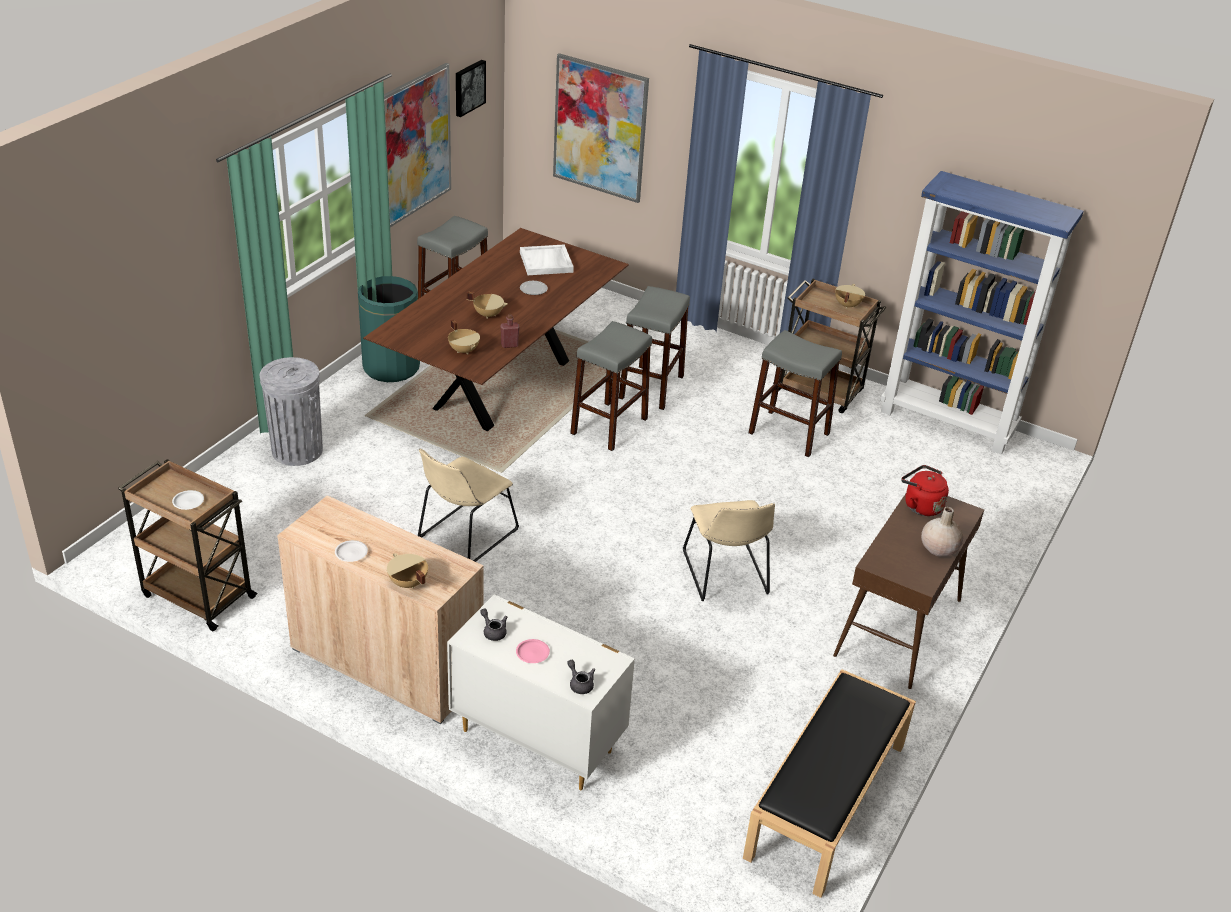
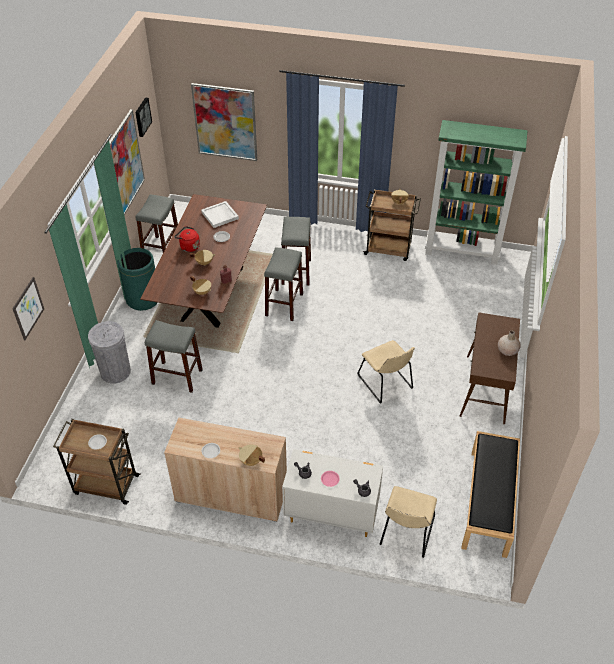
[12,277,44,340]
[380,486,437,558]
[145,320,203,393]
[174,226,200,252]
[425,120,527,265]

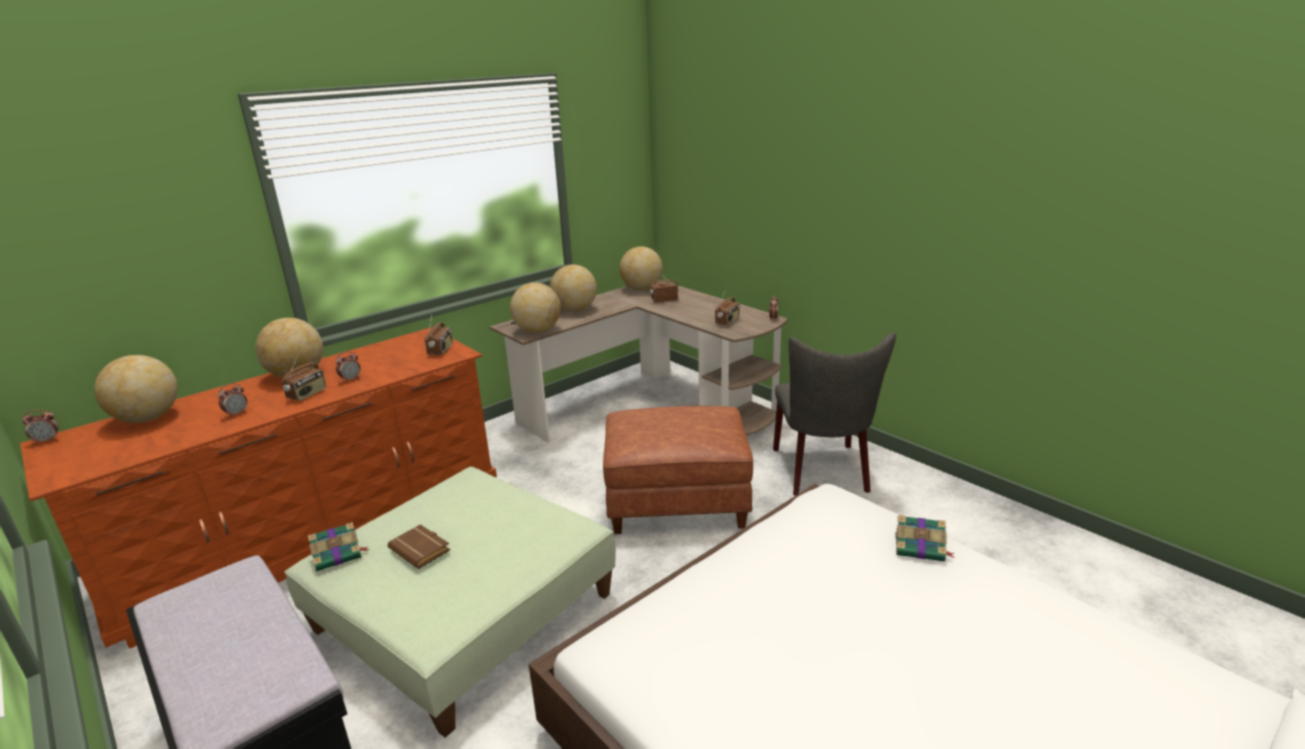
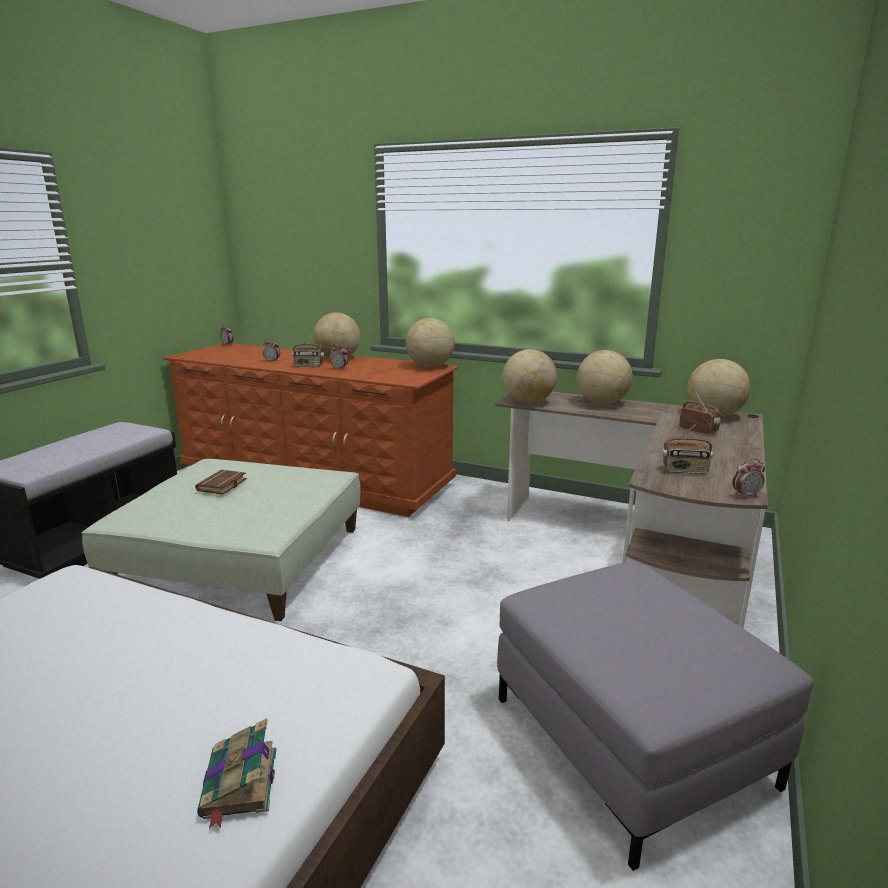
[308,522,369,572] (first image)
[425,314,453,355] (first image)
[603,406,753,534] (first image)
[406,318,454,368]
[497,561,814,871]

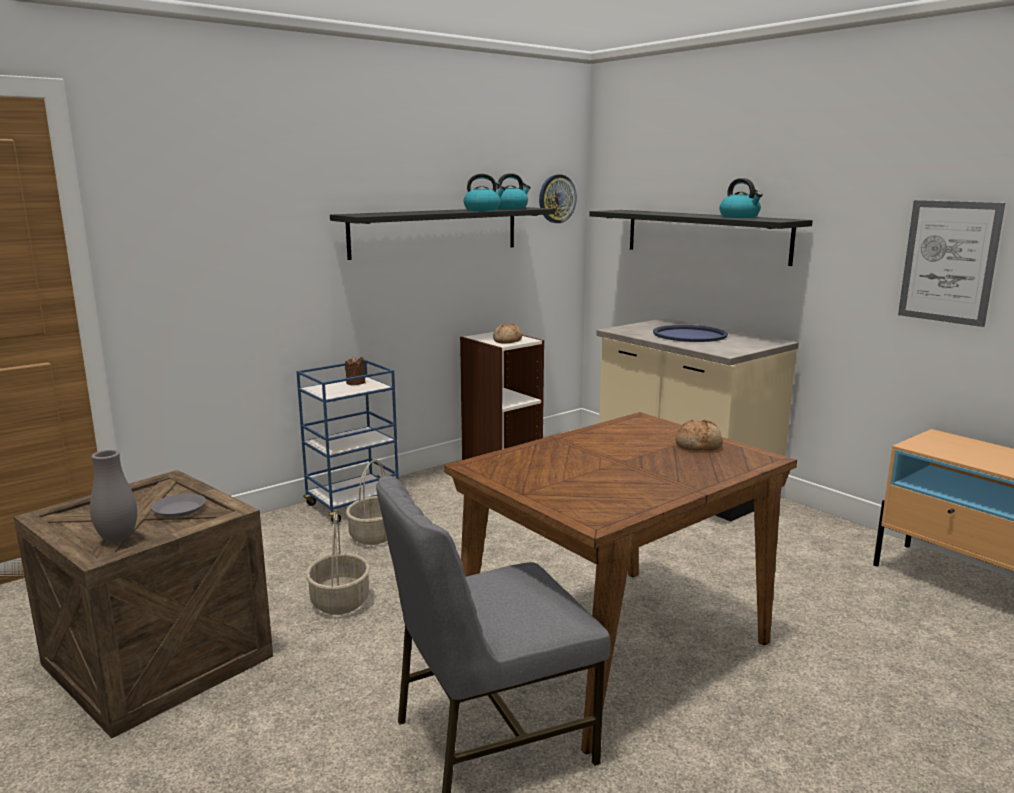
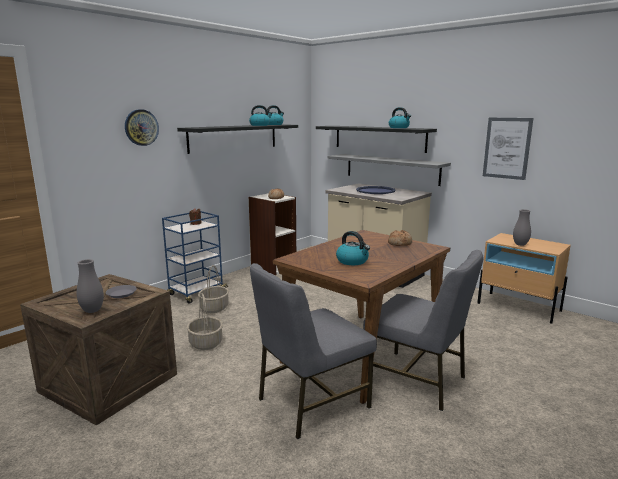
[327,154,451,186]
[336,231,370,265]
[363,250,484,411]
[513,209,531,246]
[125,109,159,146]

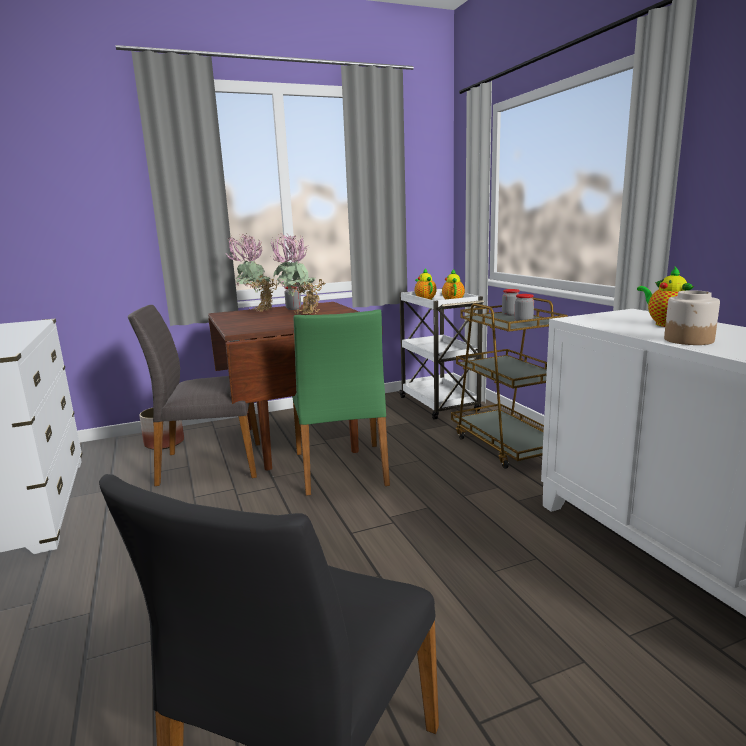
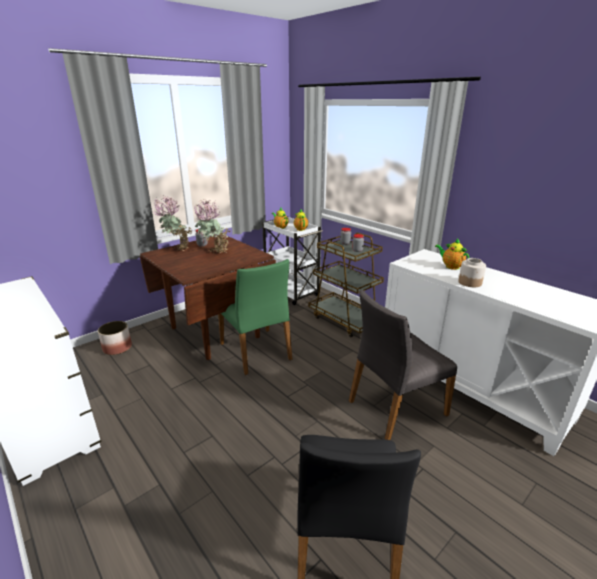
[349,290,457,440]

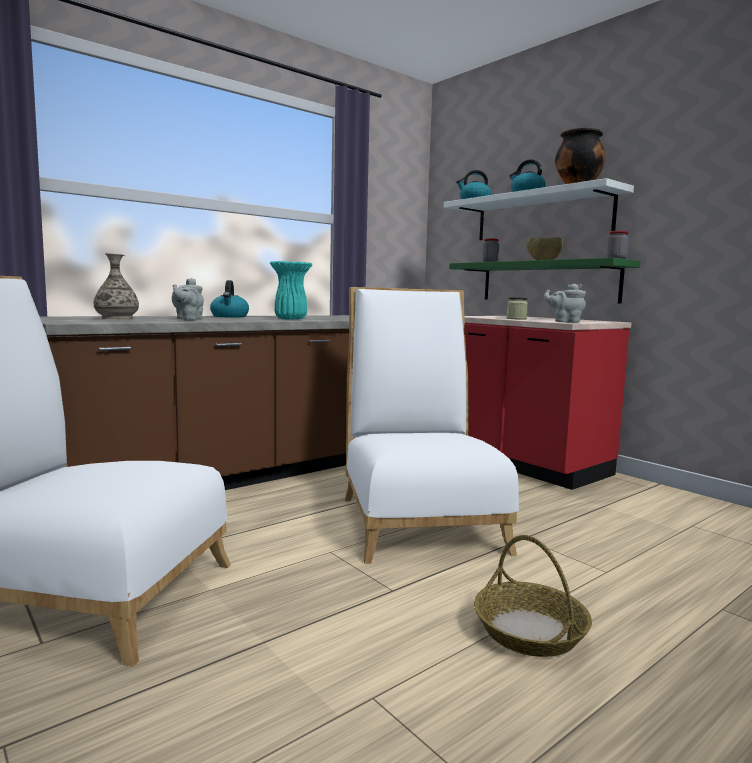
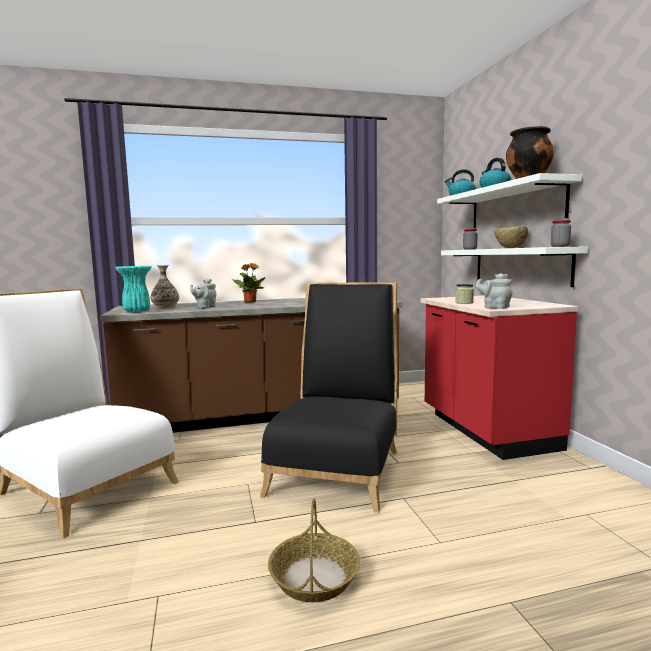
[115,266,152,312]
[232,263,266,302]
[260,282,398,513]
[441,246,588,287]

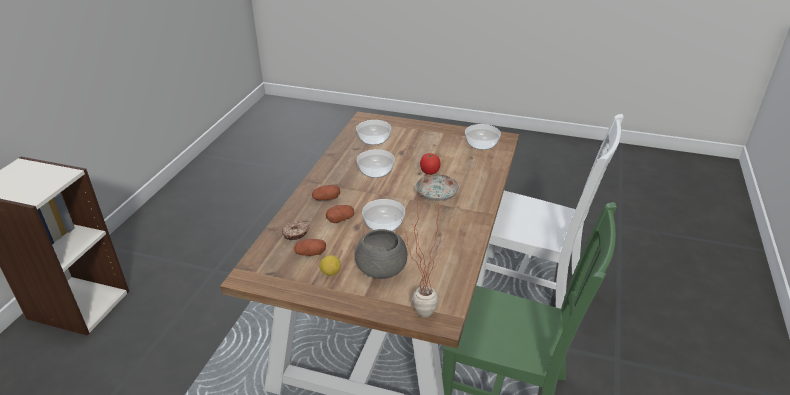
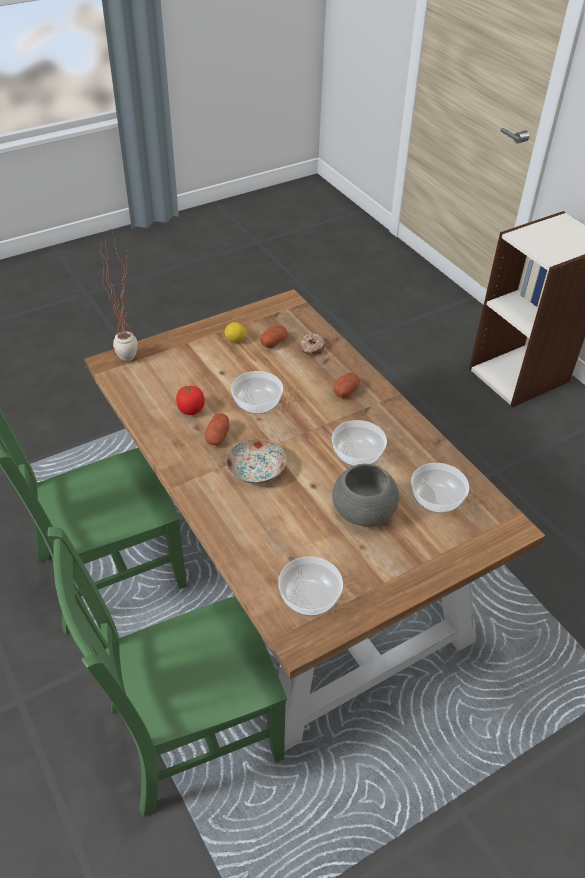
[205,413,229,445]
[332,464,400,527]
[176,385,205,415]
[47,527,287,817]

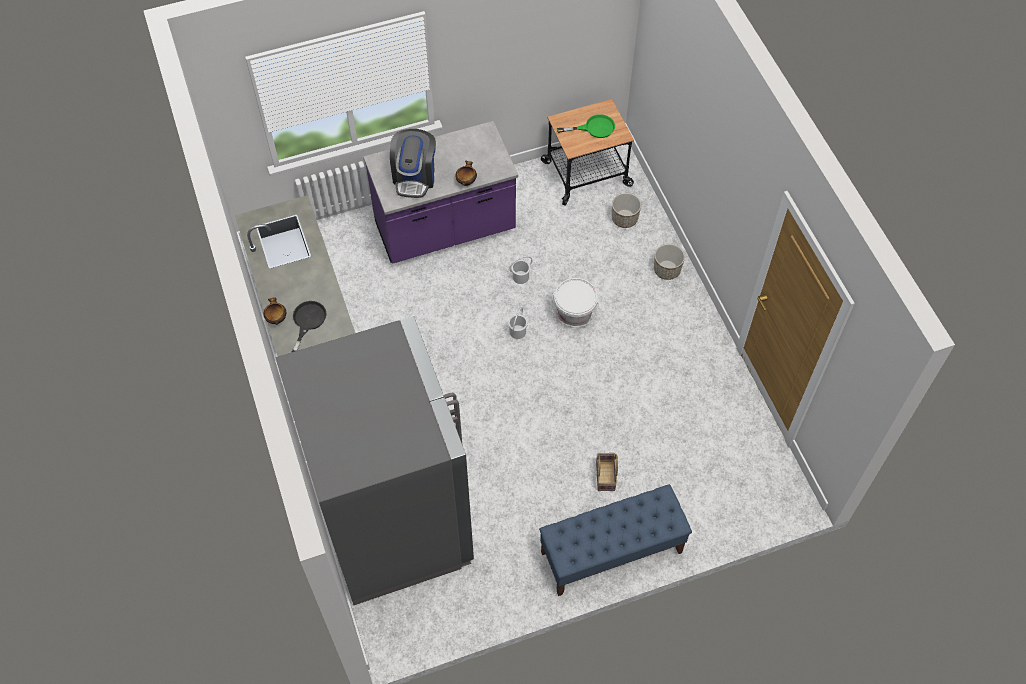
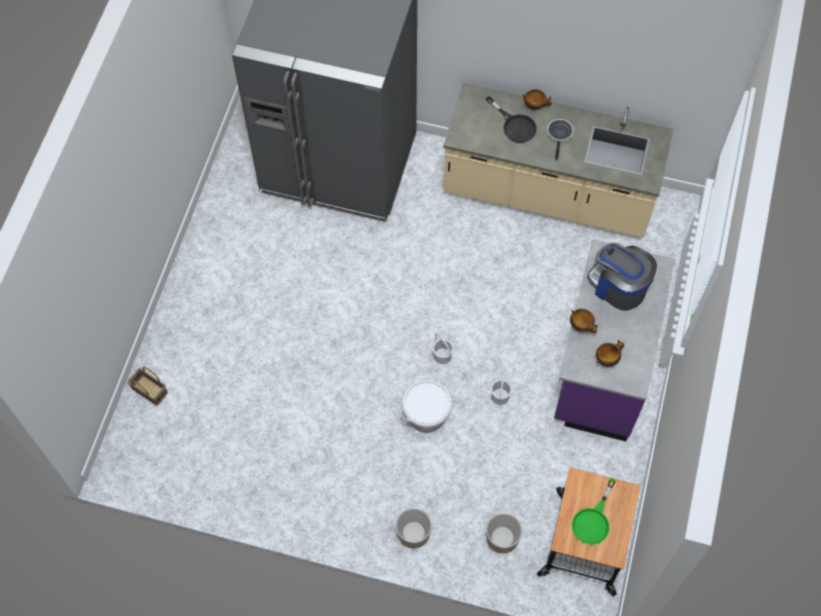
[539,484,692,596] (first image)
[547,119,574,160]
[596,340,624,367]
[127,367,168,406]

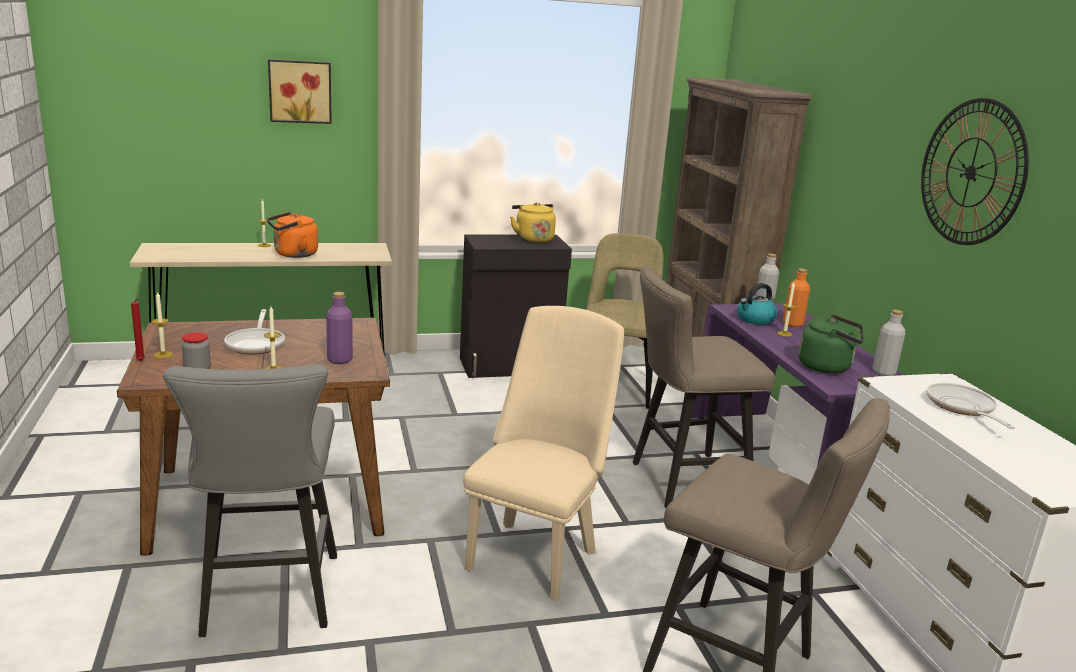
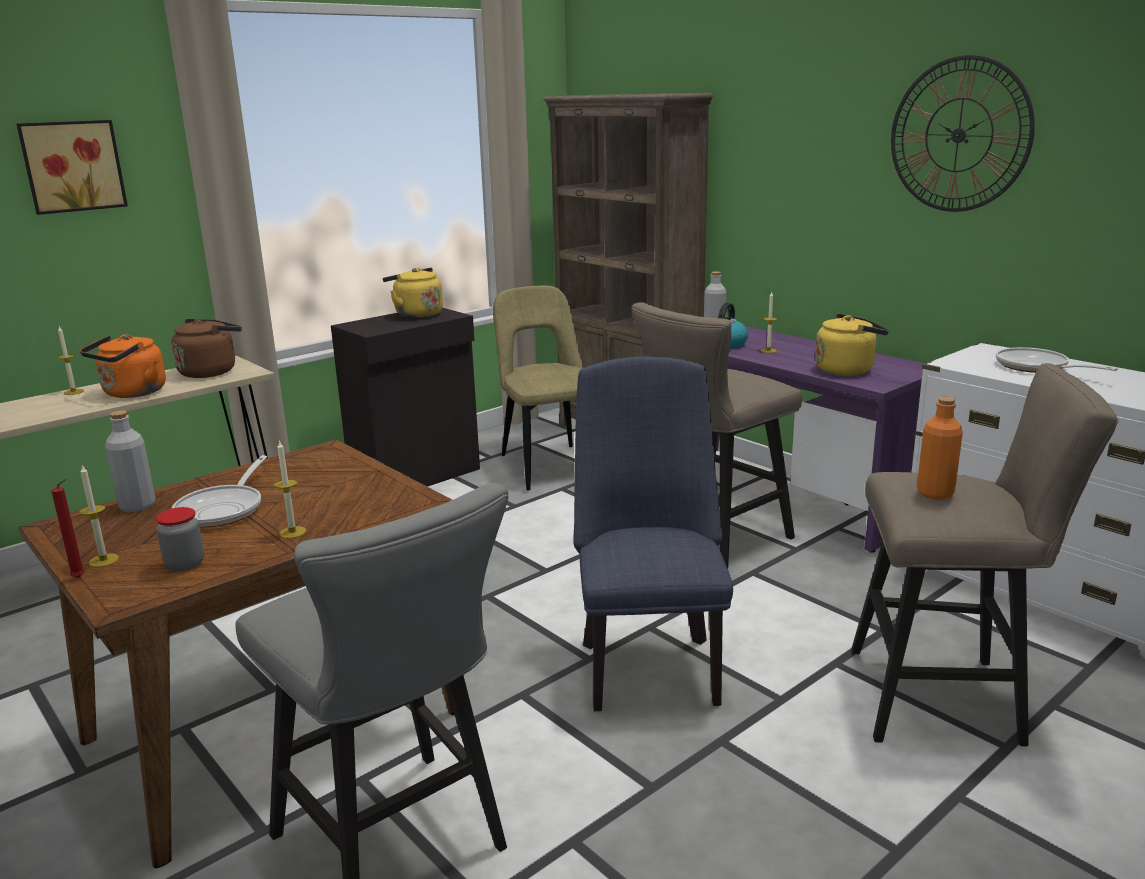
[326,292,353,364] (first image)
[171,319,242,378]
[917,397,963,500]
[105,410,156,512]
[573,356,733,711]
[815,314,889,376]
[172,455,267,527]

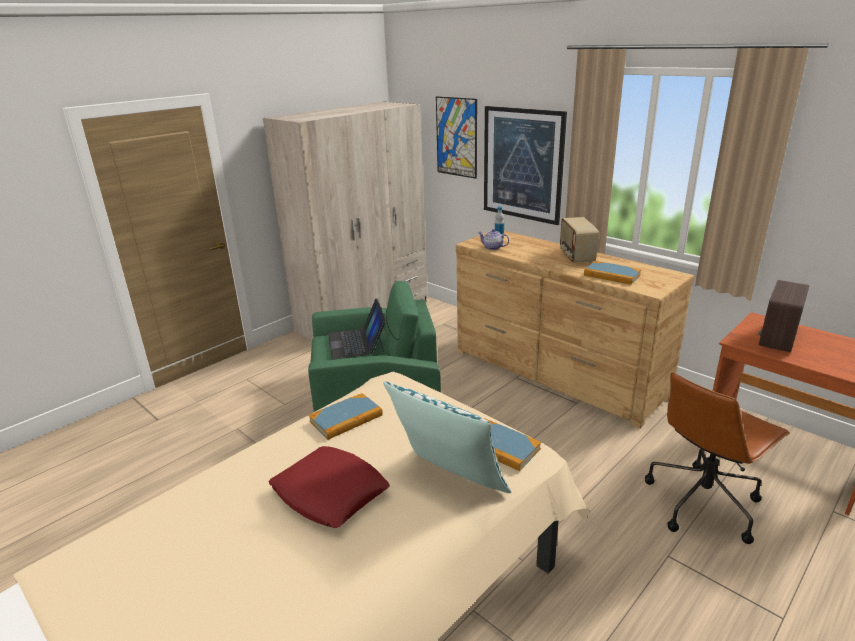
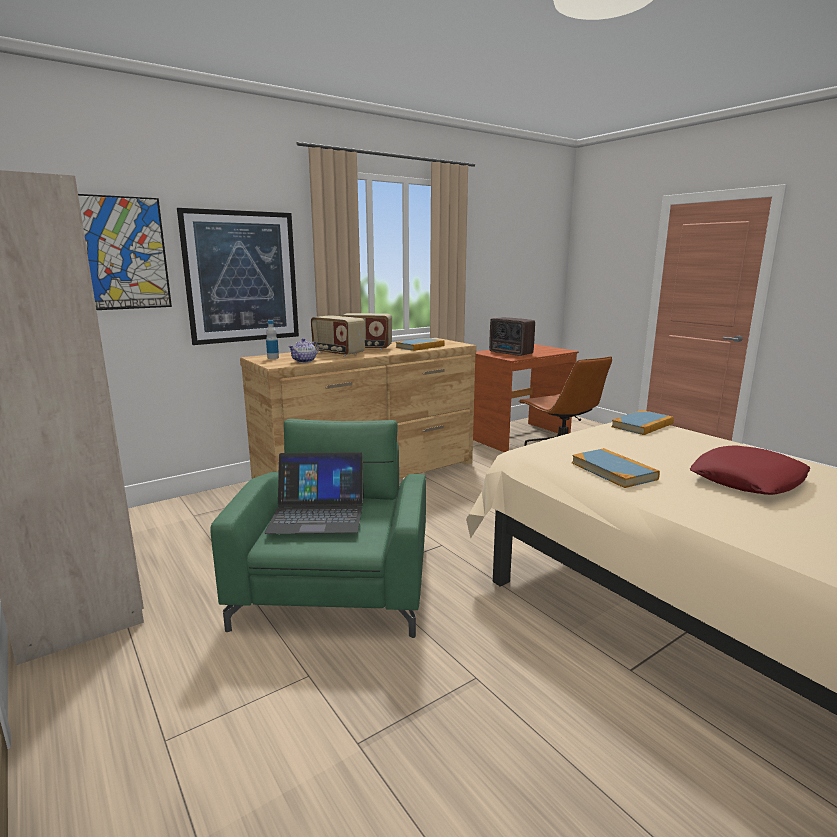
[383,381,511,493] (first image)
[311,315,365,357]

